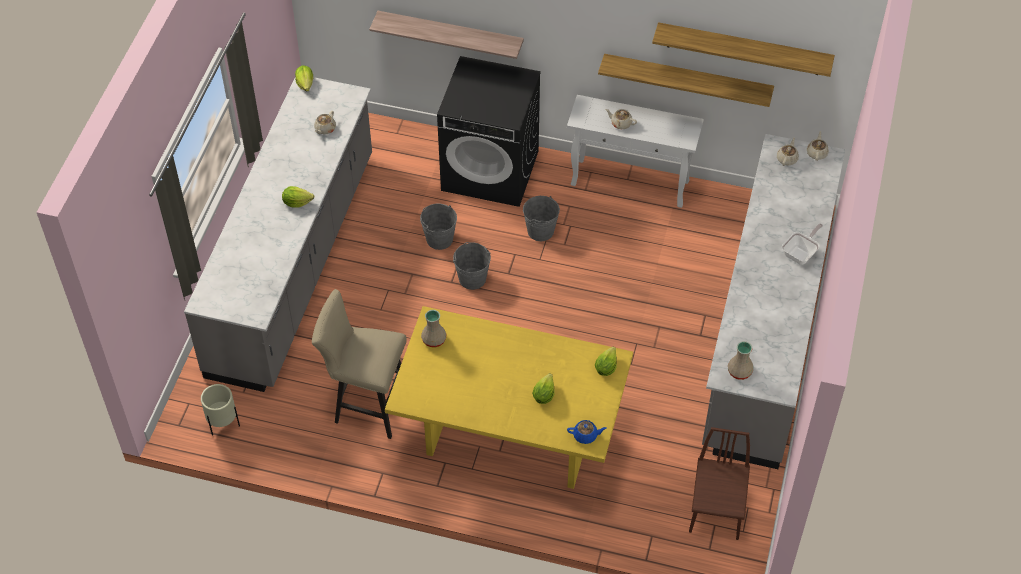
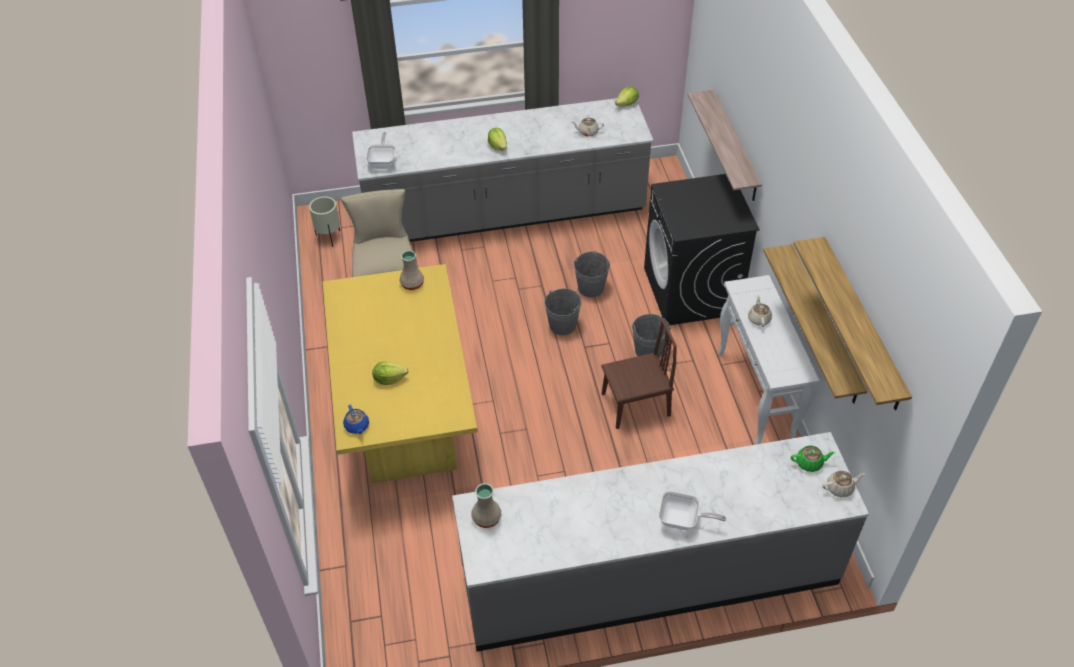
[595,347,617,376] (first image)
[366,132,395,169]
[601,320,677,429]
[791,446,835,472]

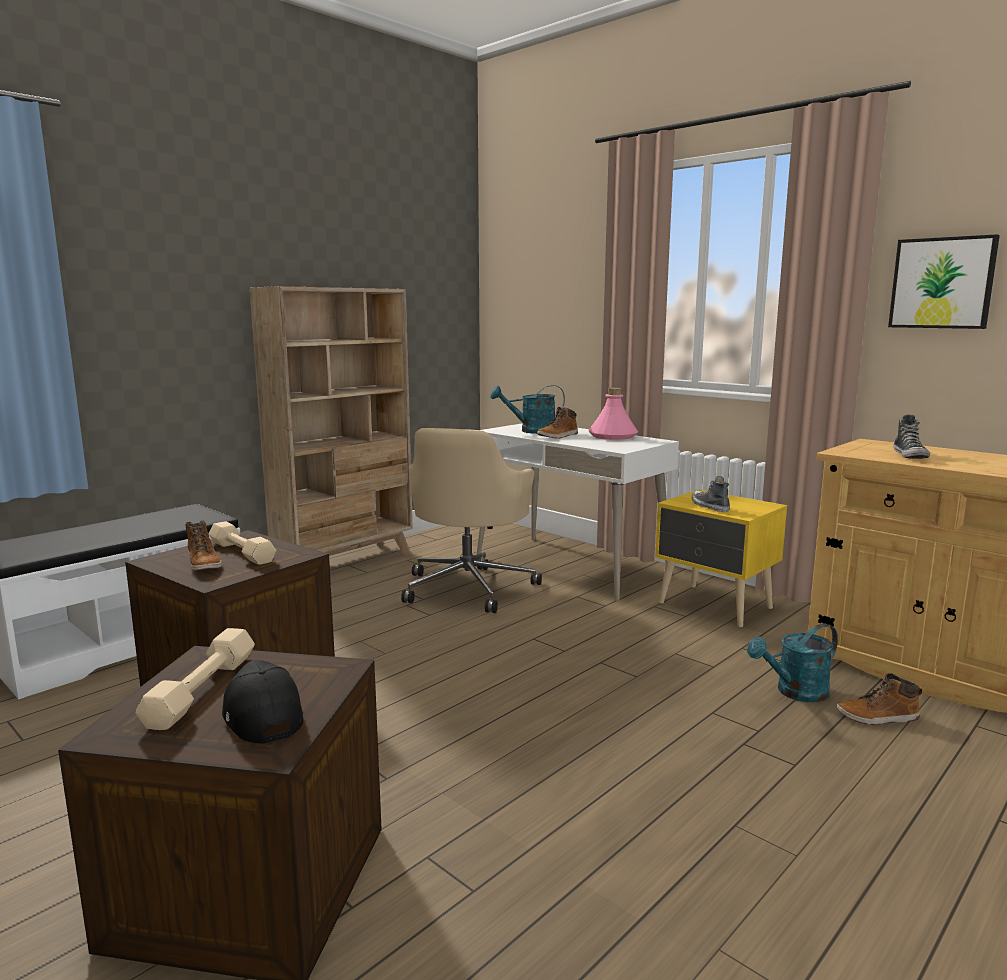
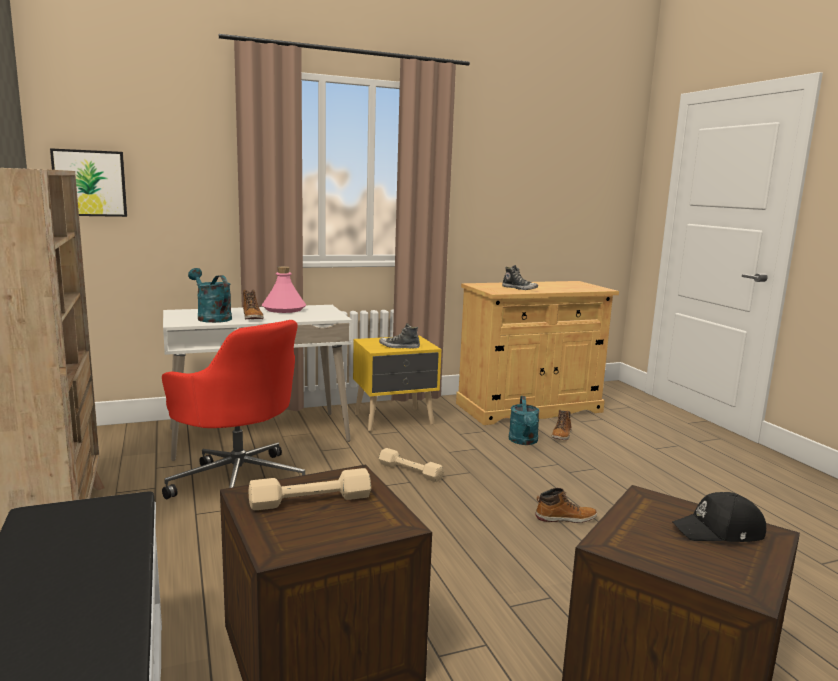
[378,448,444,482]
[535,488,597,523]
[50,148,127,217]
[162,320,305,499]
[188,268,232,323]

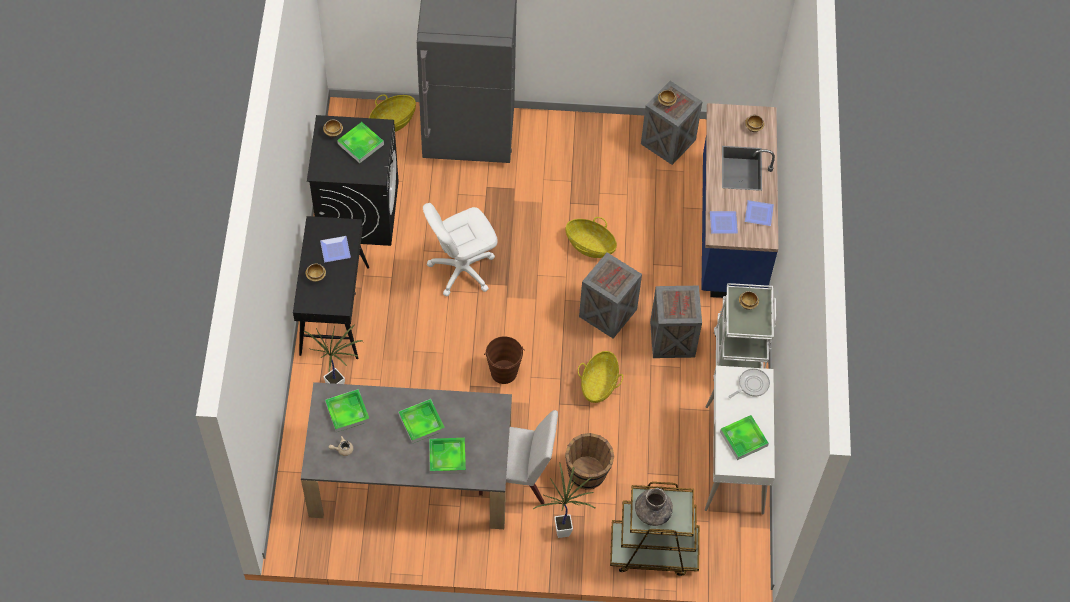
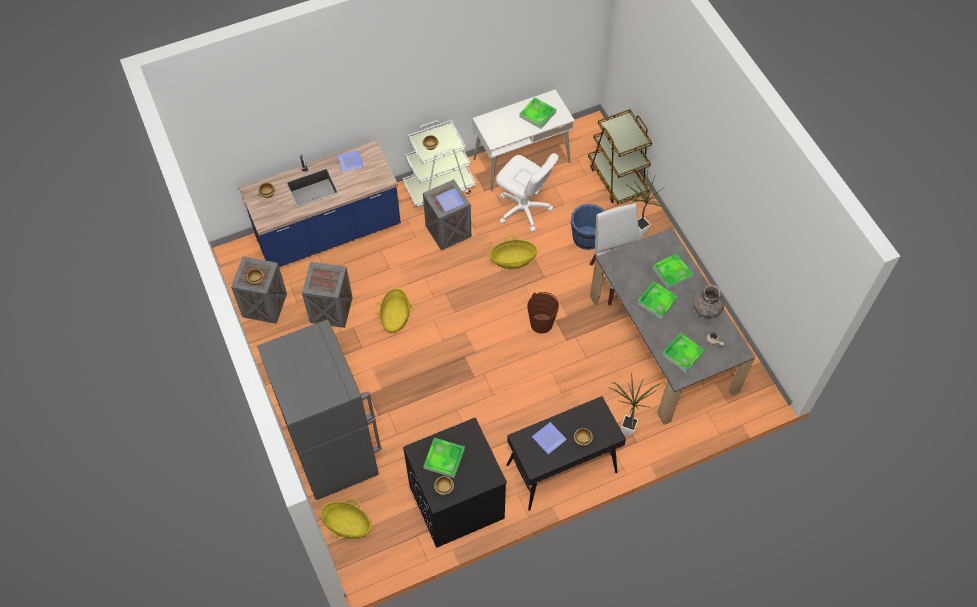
[728,368,770,398] (first image)
[496,153,559,232]
[302,262,353,328]
[693,285,724,318]
[436,188,465,212]
[571,204,605,250]

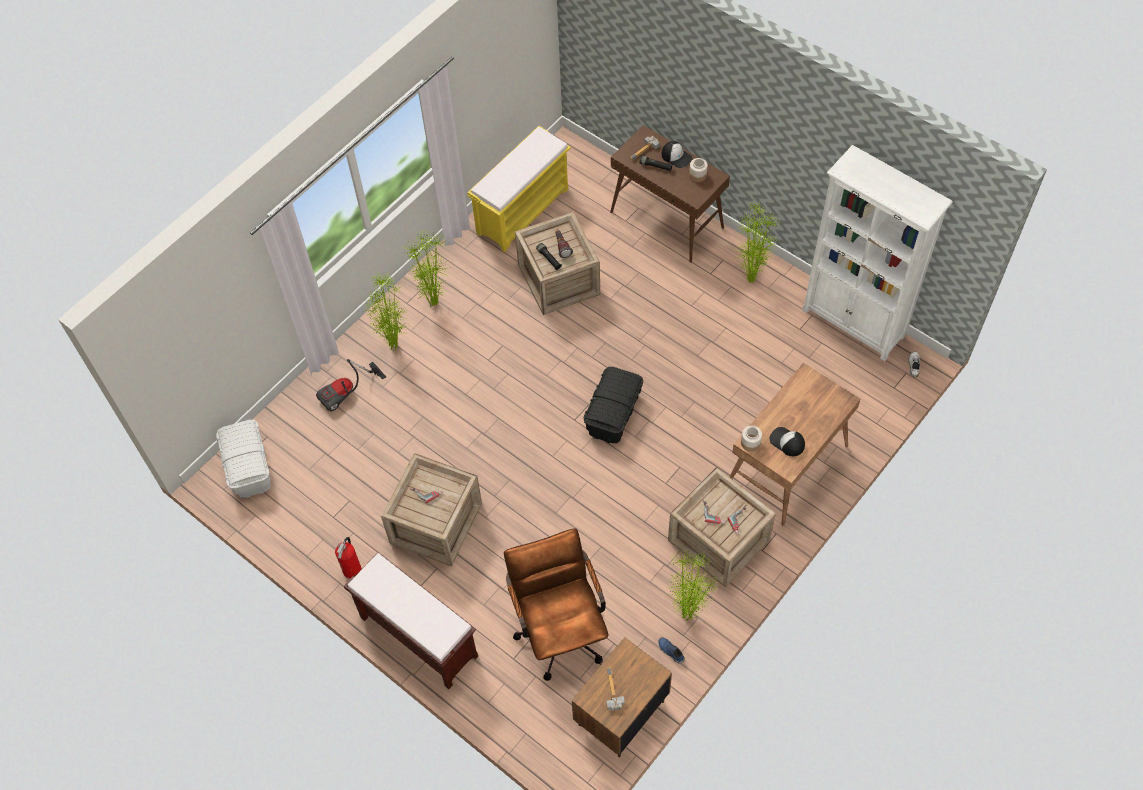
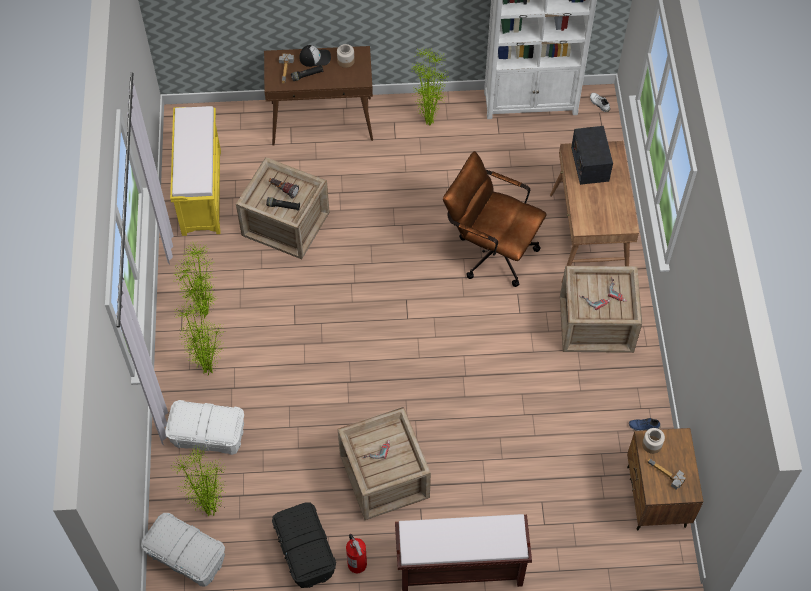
[769,427,805,456] (first image)
[571,126,613,185]
[443,151,546,287]
[272,502,336,588]
[171,445,227,516]
[642,428,665,454]
[165,400,244,455]

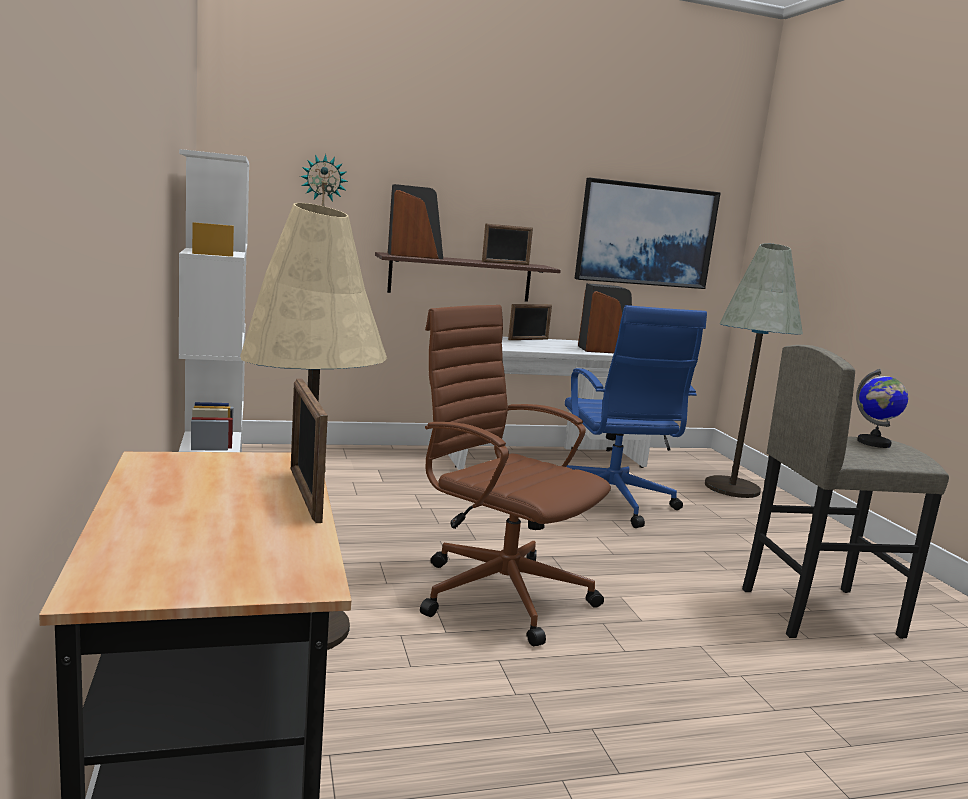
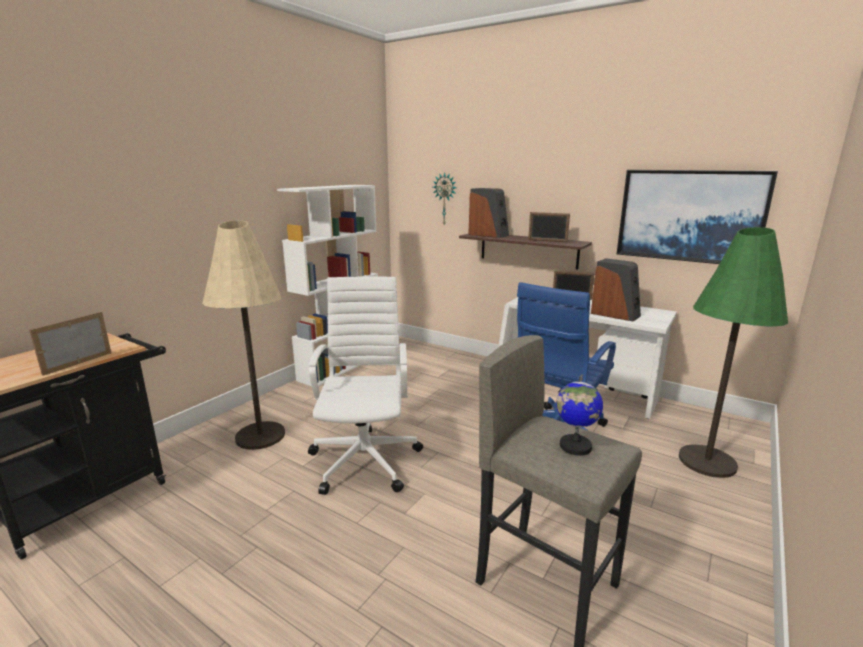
[308,276,423,495]
[679,227,788,478]

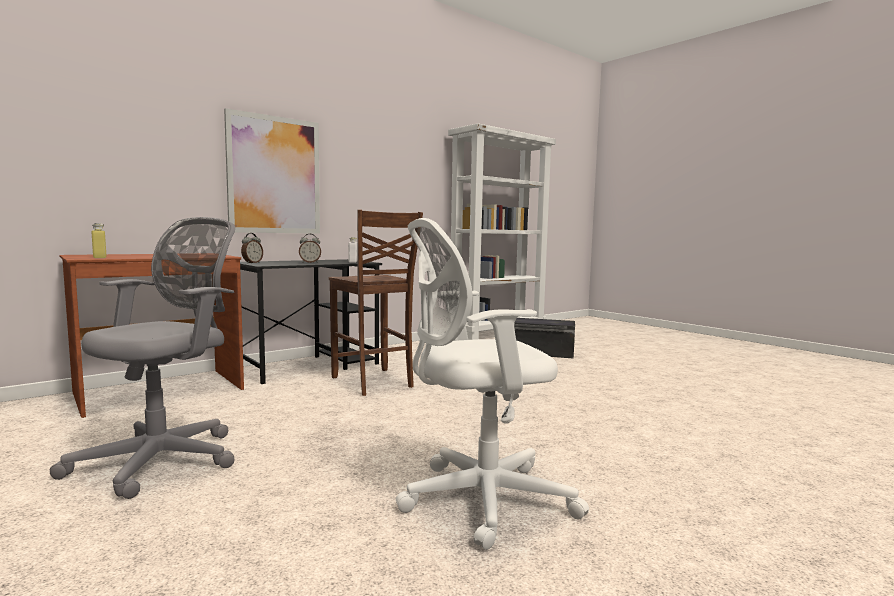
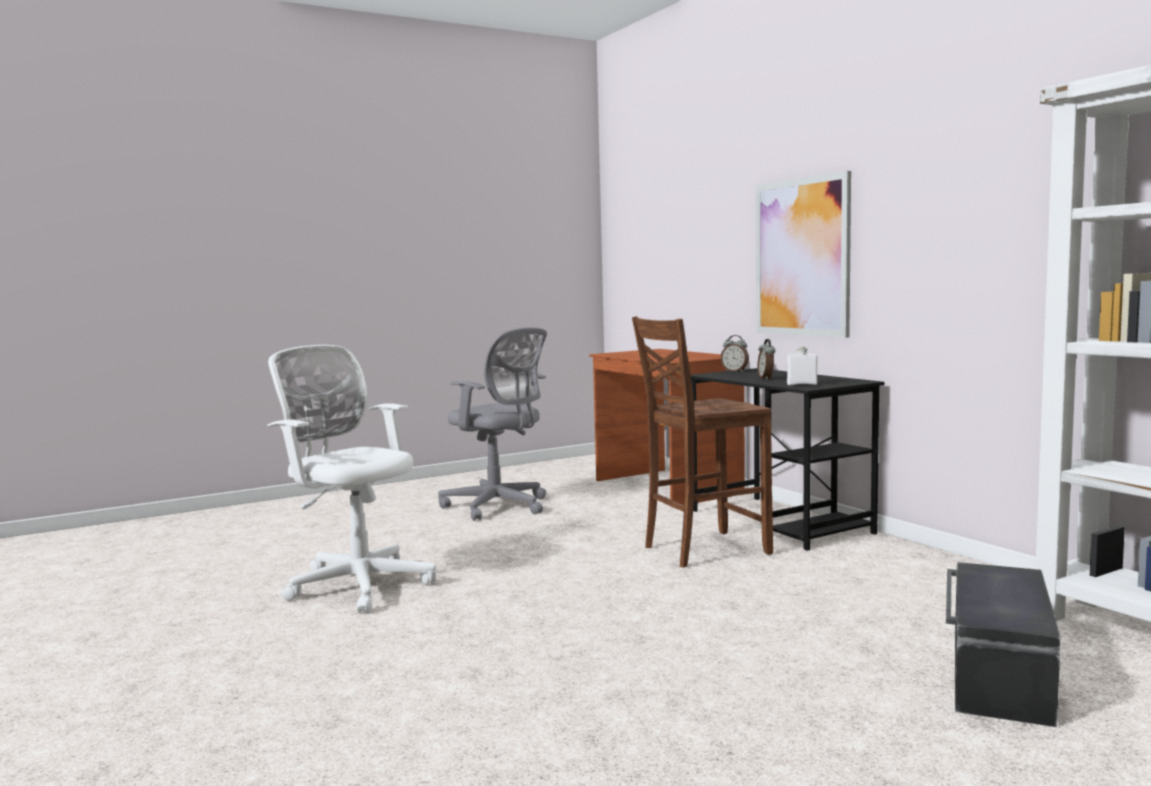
[92,223,106,258] (first image)
[267,345,436,613]

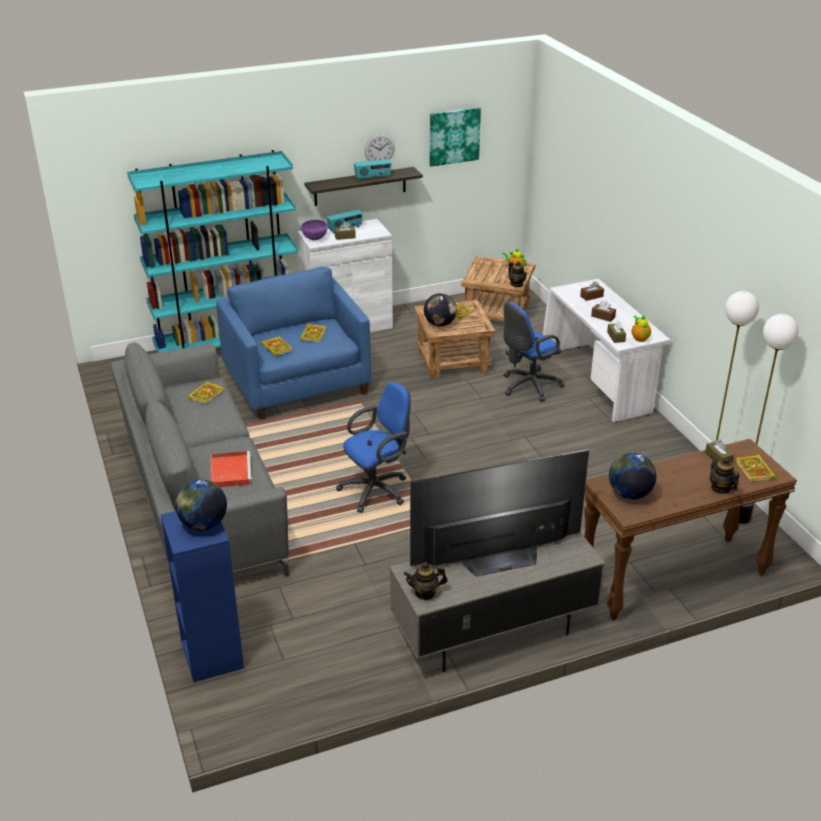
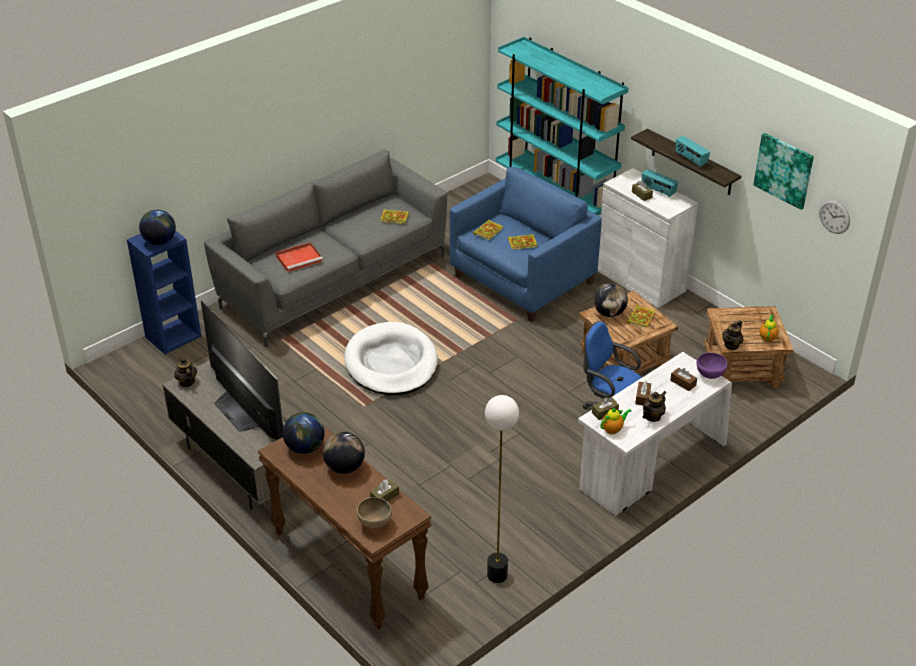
[739,314,799,524] (first image)
[323,432,365,474]
[697,352,728,379]
[819,200,850,234]
[643,391,666,422]
[344,322,438,395]
[356,497,392,528]

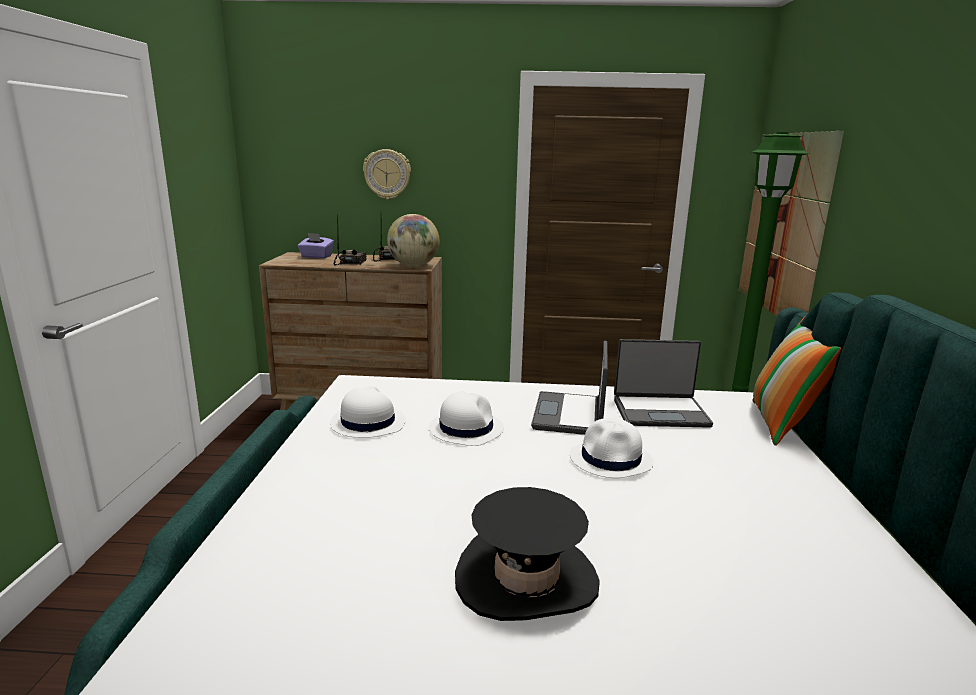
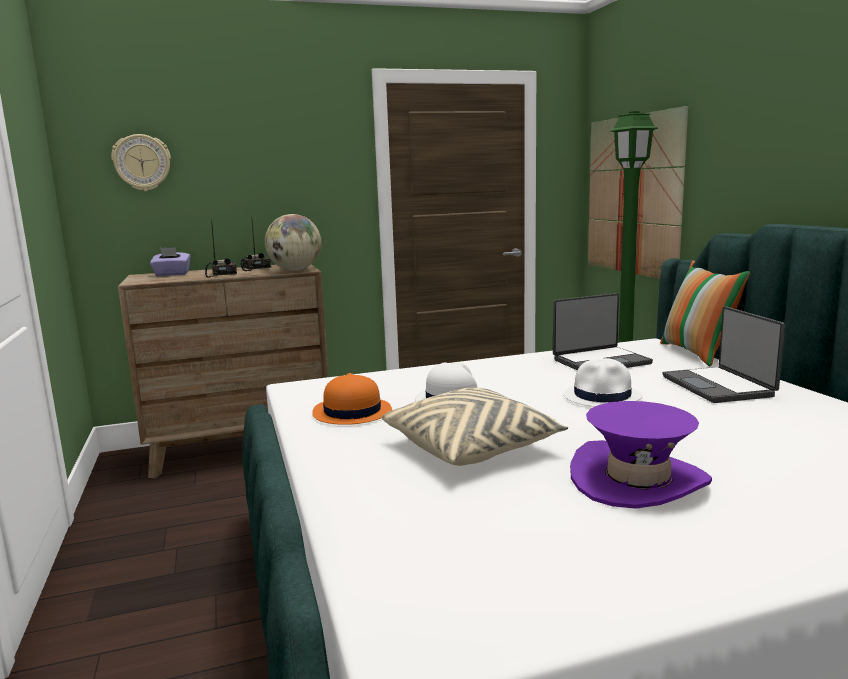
[381,388,568,466]
[111,134,171,191]
[663,306,785,403]
[312,373,392,425]
[570,401,712,509]

